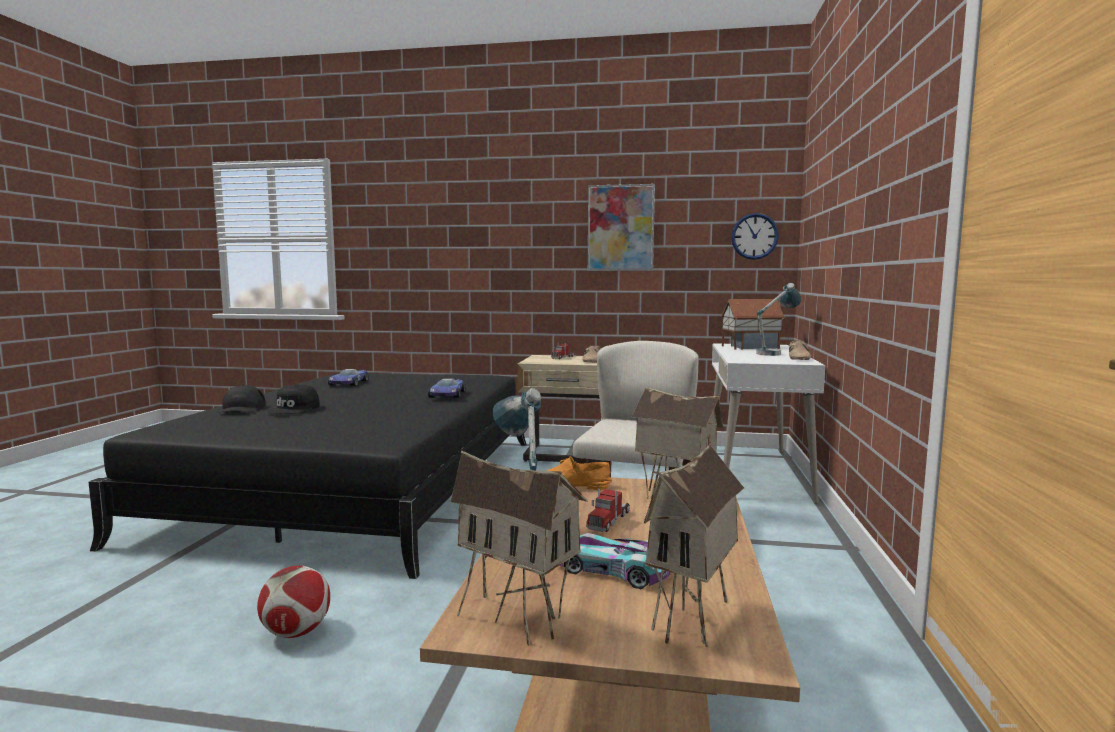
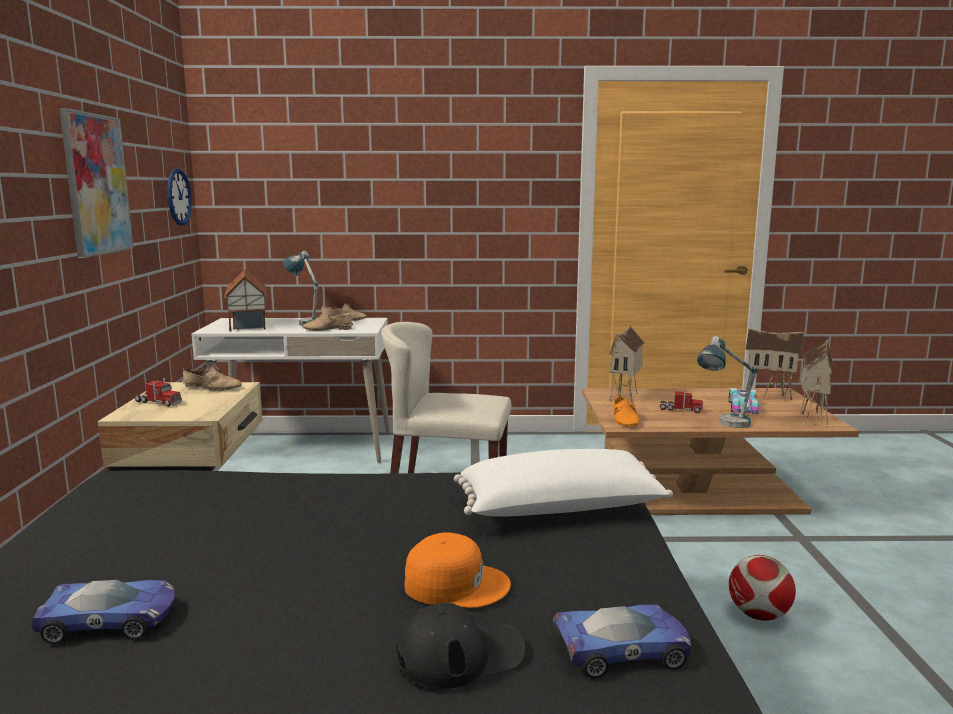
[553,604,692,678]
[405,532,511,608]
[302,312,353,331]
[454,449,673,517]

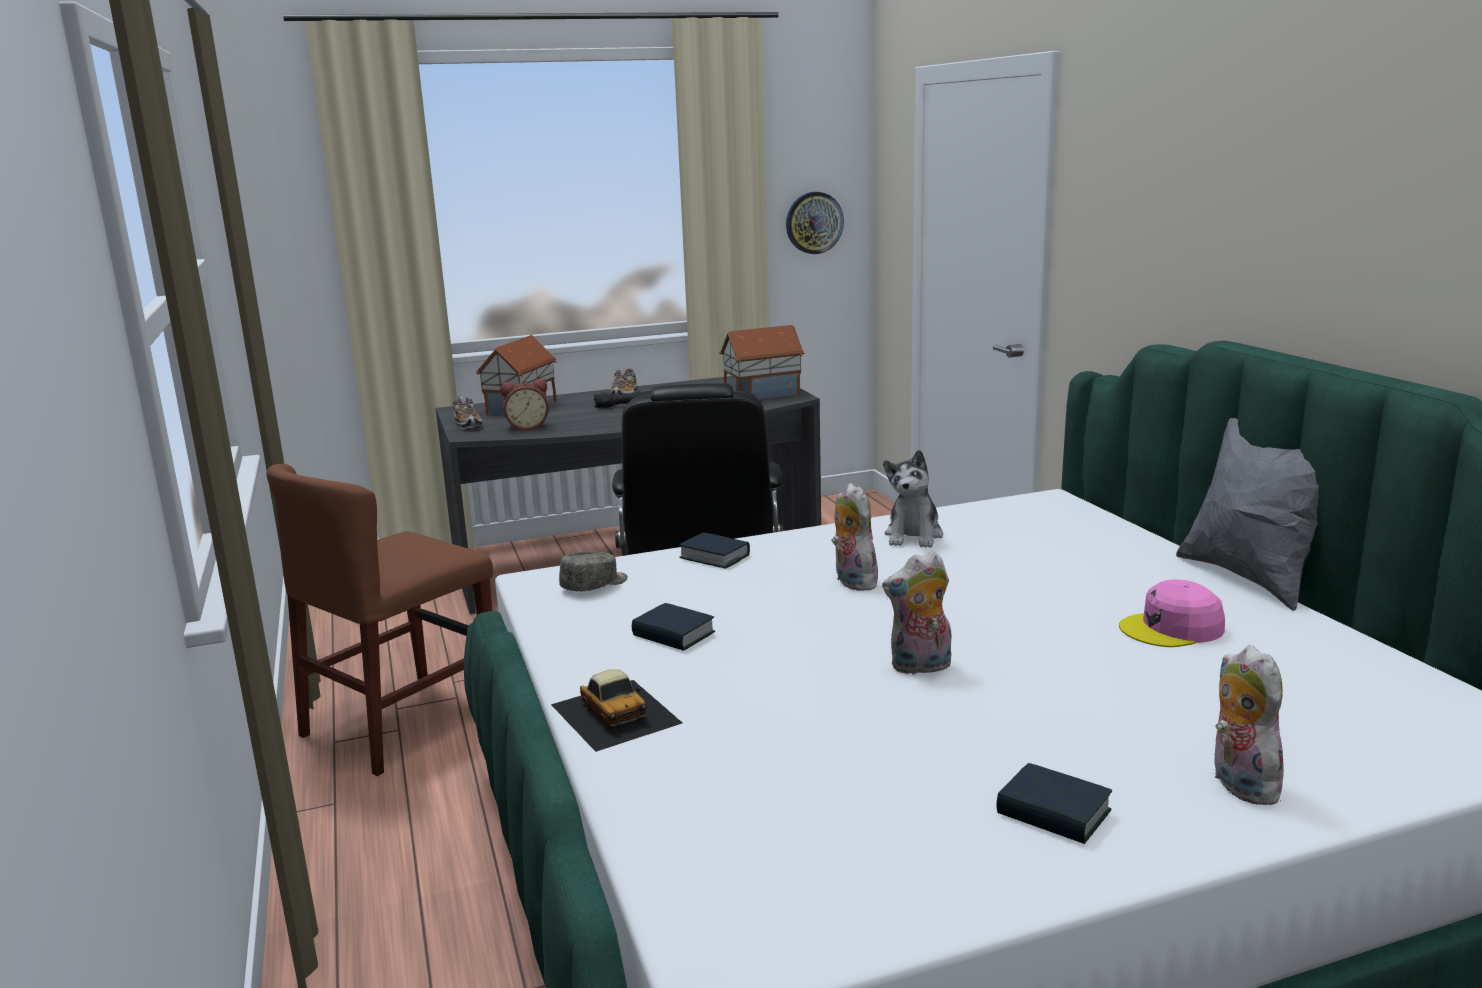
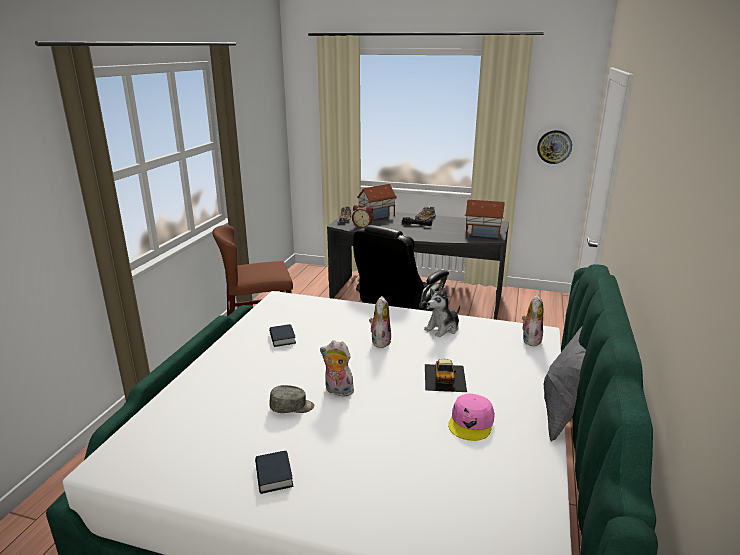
[679,532,750,569] (first image)
[270,385,314,413]
[448,394,495,441]
[522,295,544,346]
[425,359,467,392]

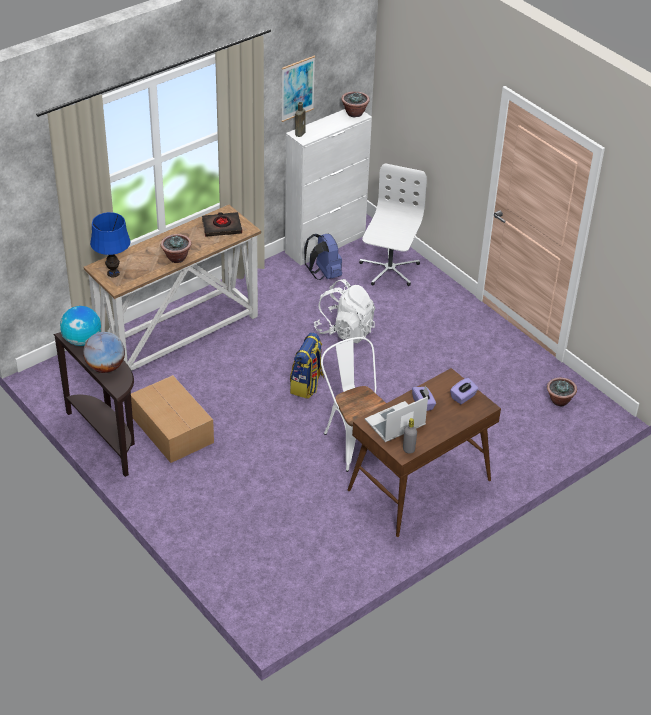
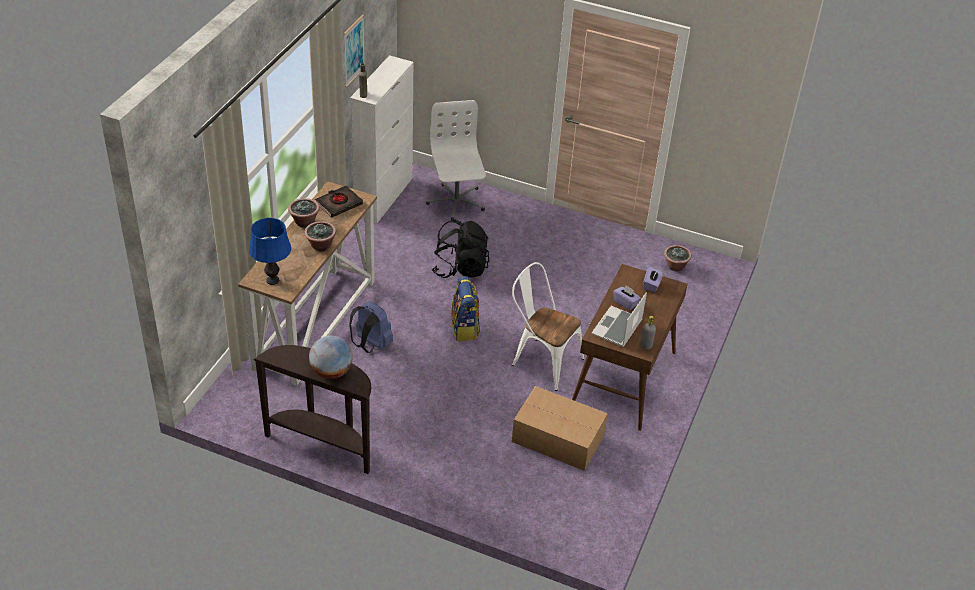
[288,198,319,228]
[349,302,393,353]
[432,219,489,278]
[60,306,101,346] (first image)
[512,386,608,471]

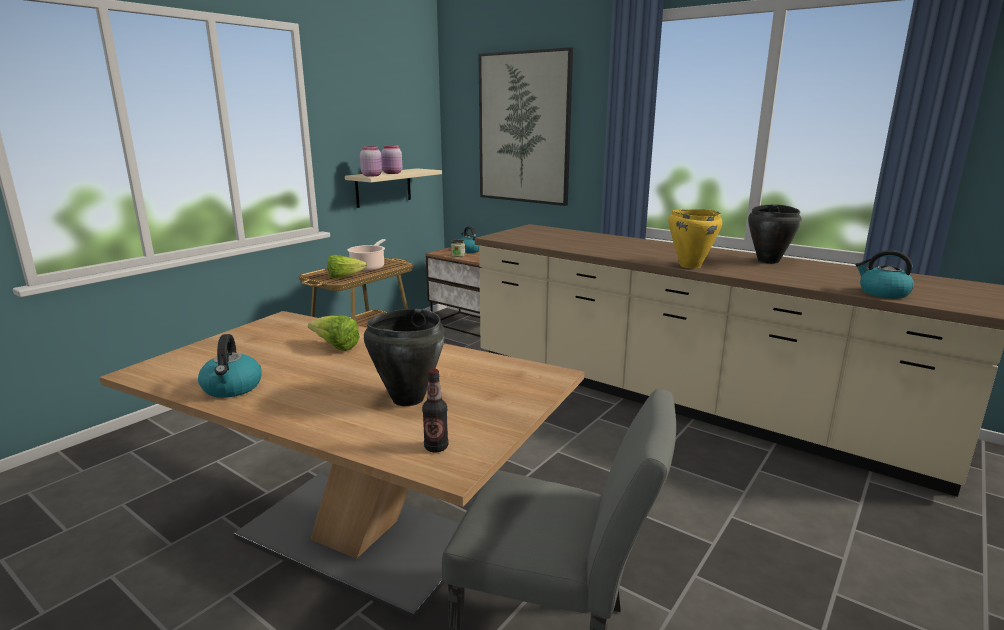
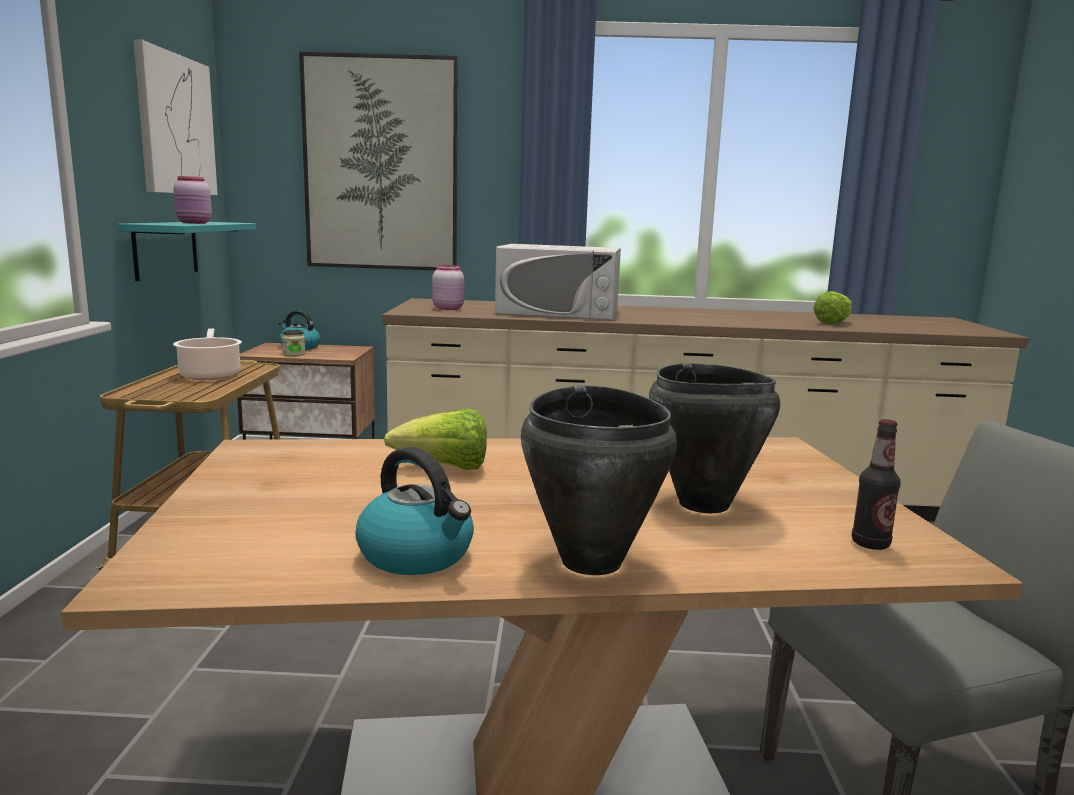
[432,265,464,310]
[118,222,256,281]
[521,385,677,575]
[668,209,722,268] (first image)
[855,250,914,299] (first image)
[813,291,852,324]
[133,39,218,195]
[495,244,621,320]

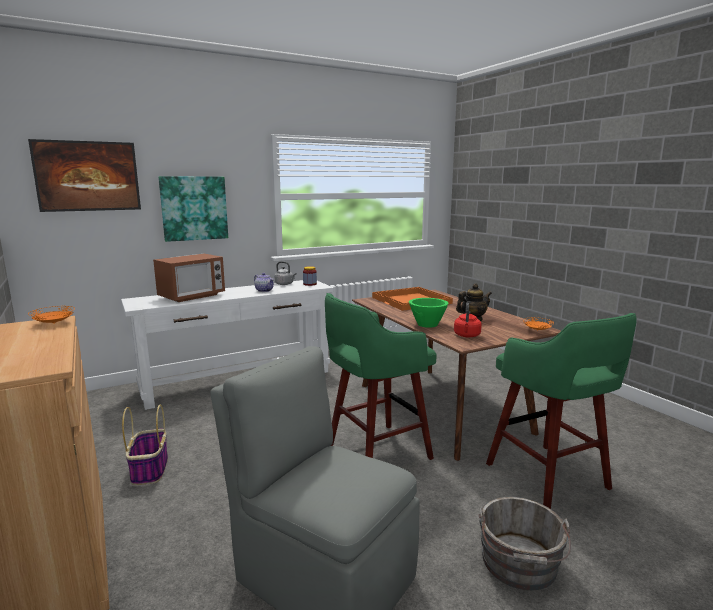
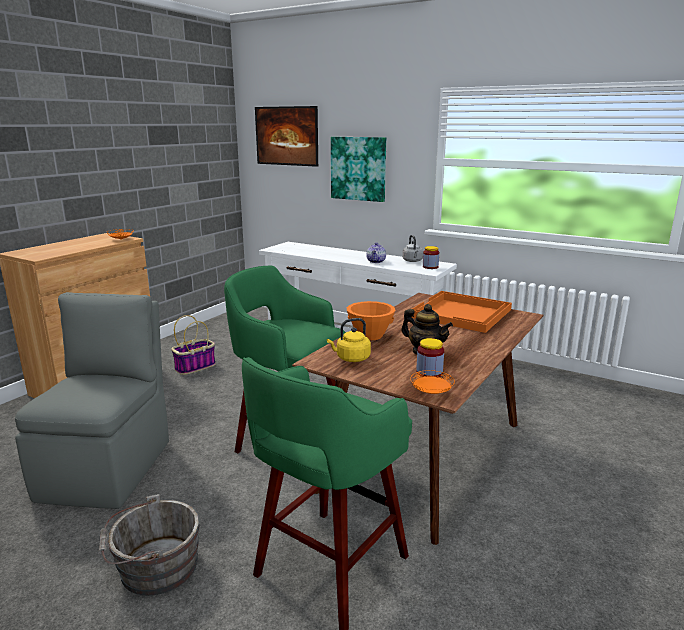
[153,254,225,302] (first image)
[347,301,395,340]
[327,318,371,362]
[416,338,444,378]

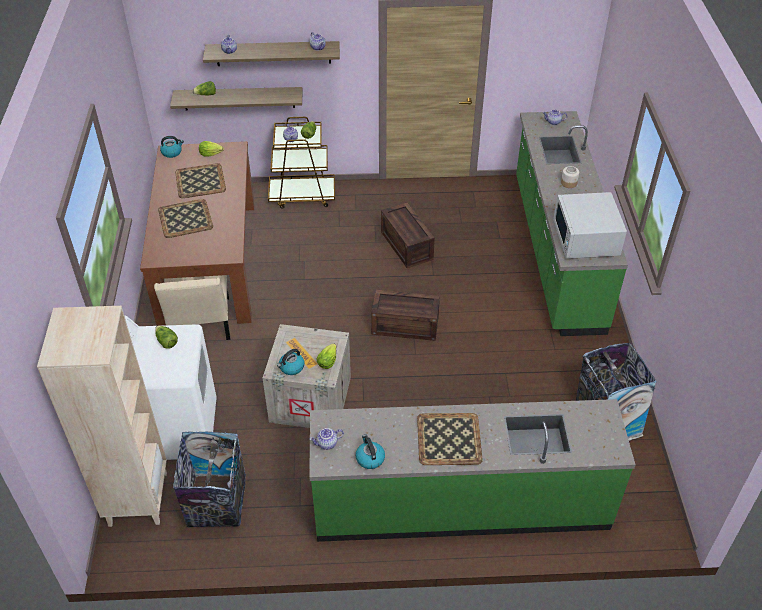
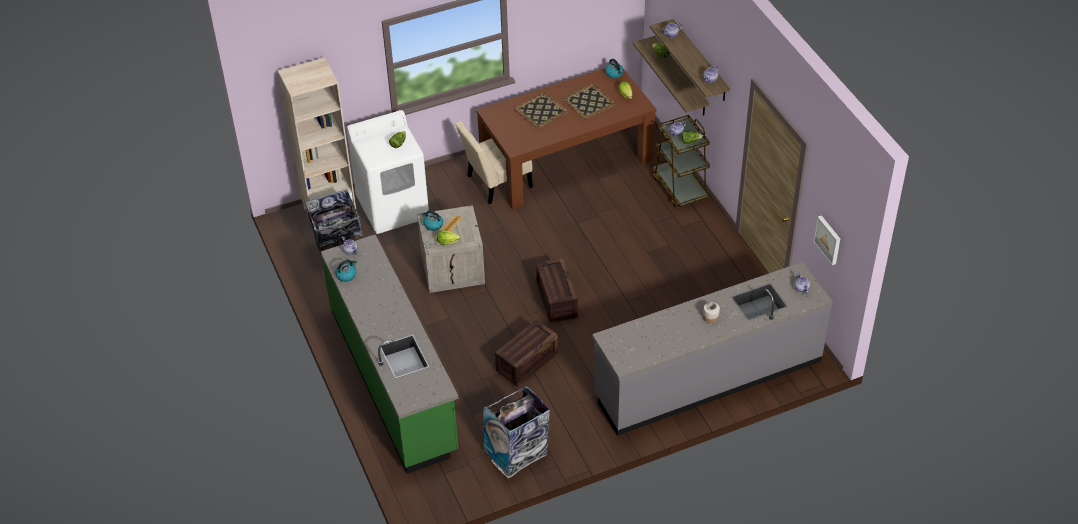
[592,262,833,436]
[553,192,627,259] (first image)
[495,320,558,387]
[417,413,483,465] (first image)
[814,215,840,265]

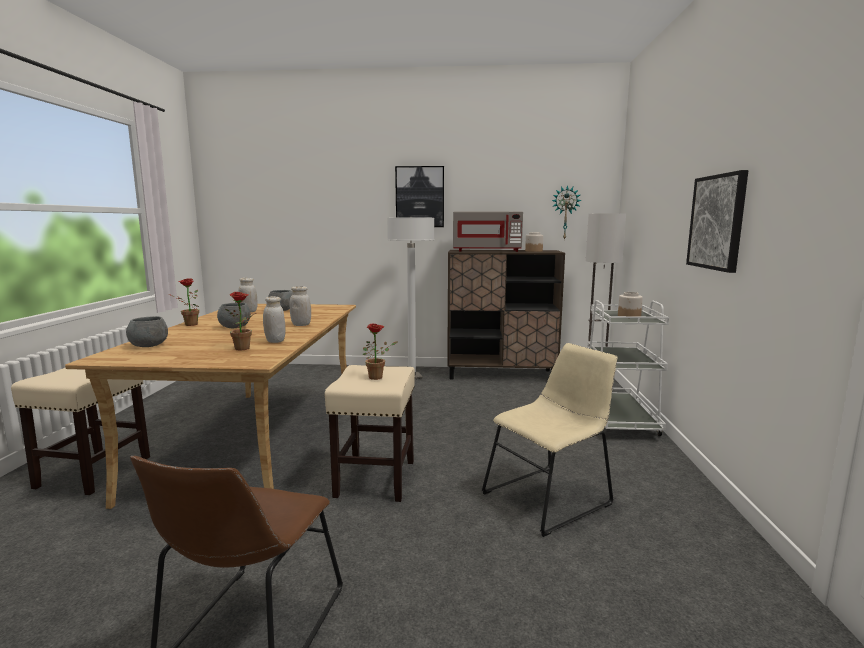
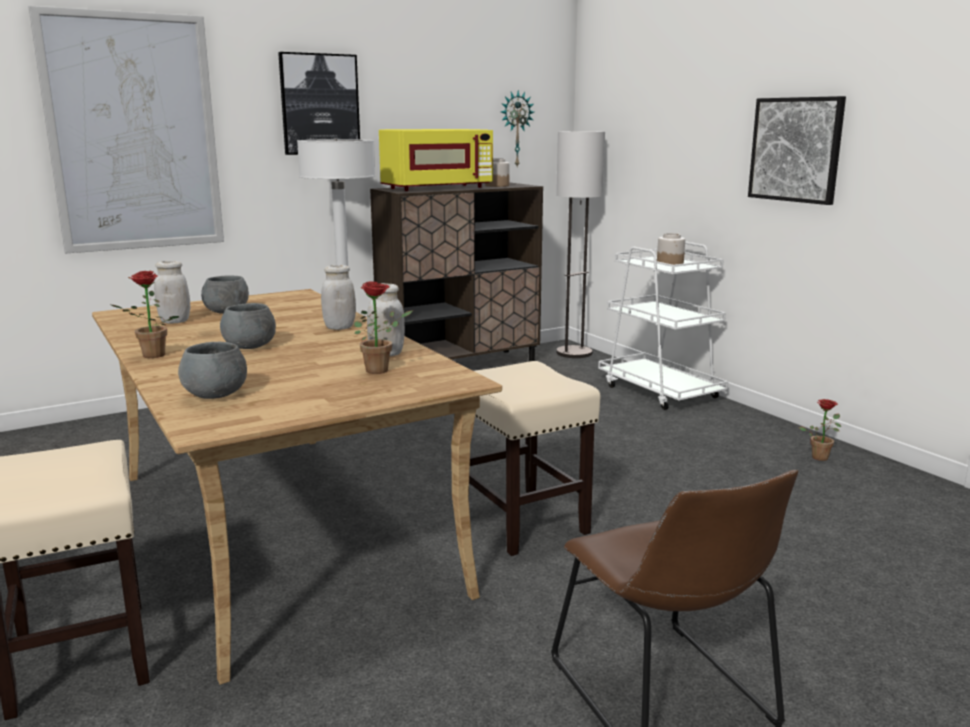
[379,129,493,191]
[799,399,841,461]
[482,343,617,537] (first image)
[29,5,224,253]

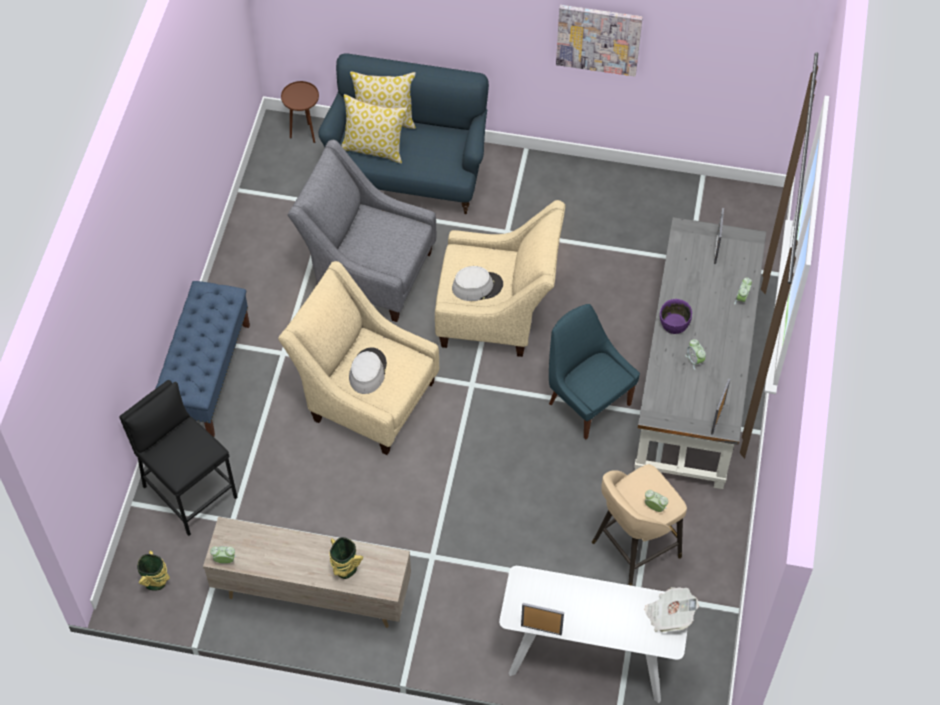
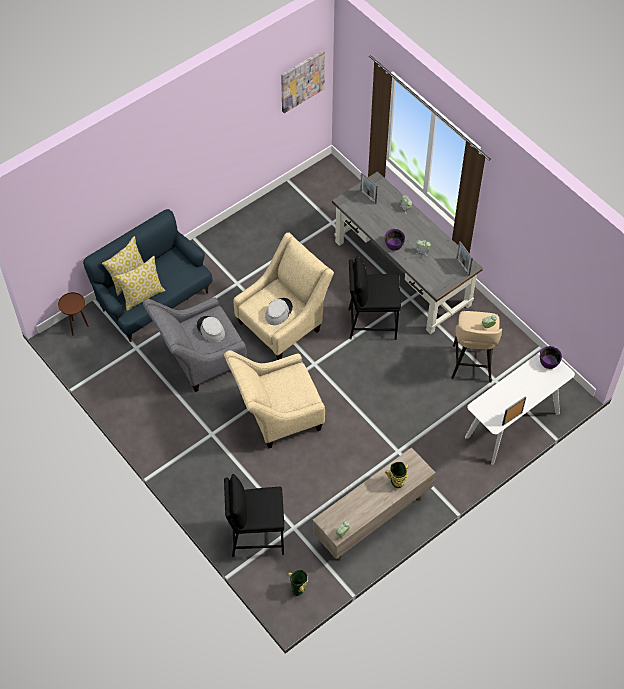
[281,50,325,113]
[155,281,250,437] (first image)
[348,256,401,340]
[197,316,225,343]
[540,346,562,369]

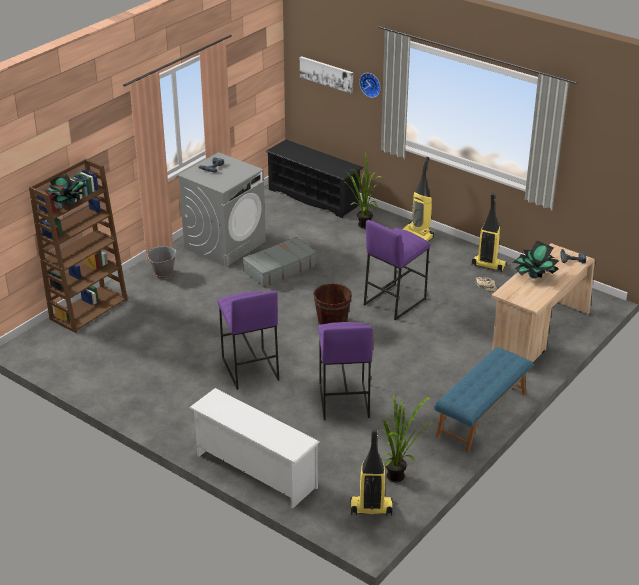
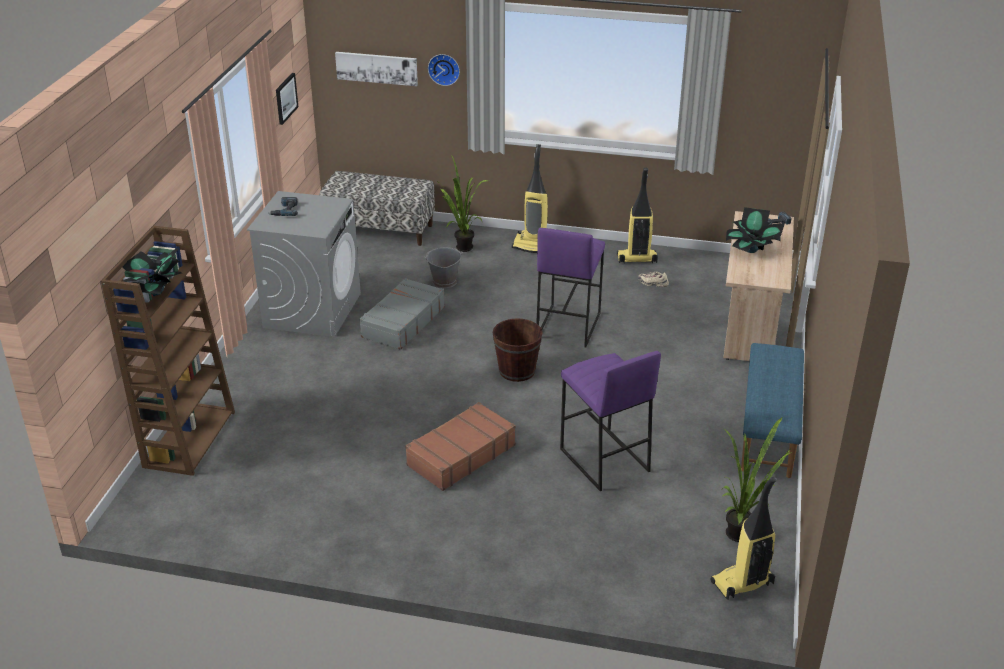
[319,171,435,246]
[425,247,463,288]
[405,402,516,491]
[189,388,320,509] (first image)
[276,73,298,125]

